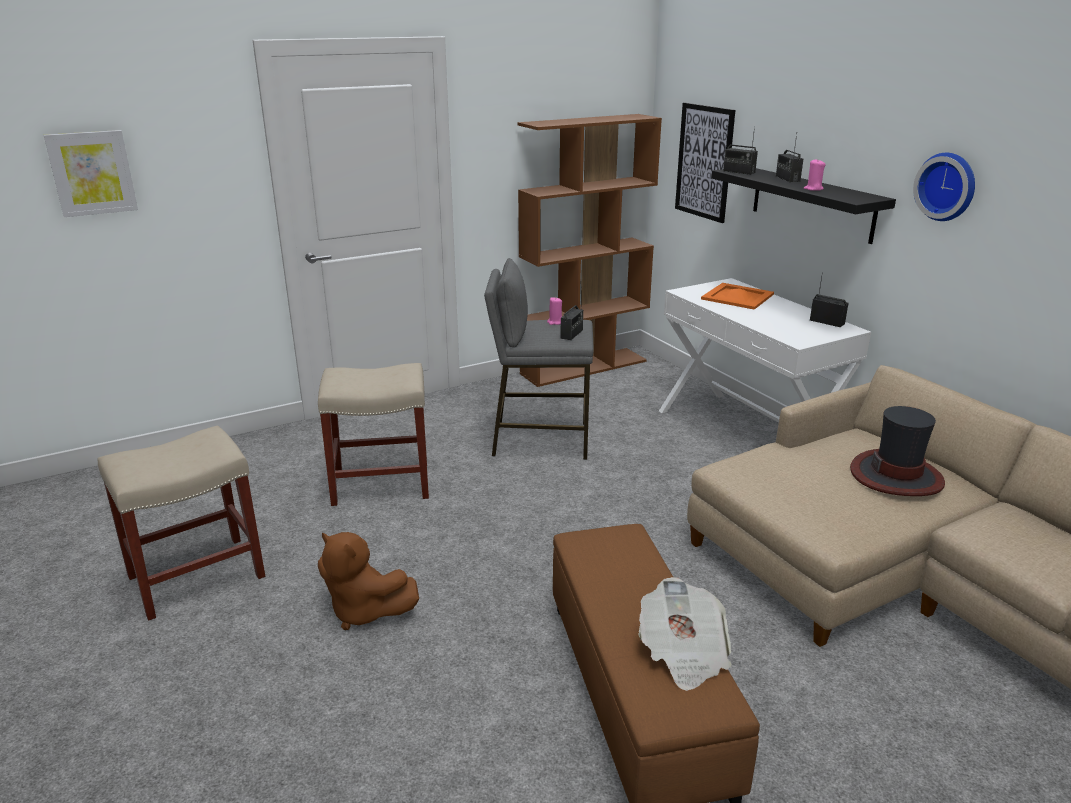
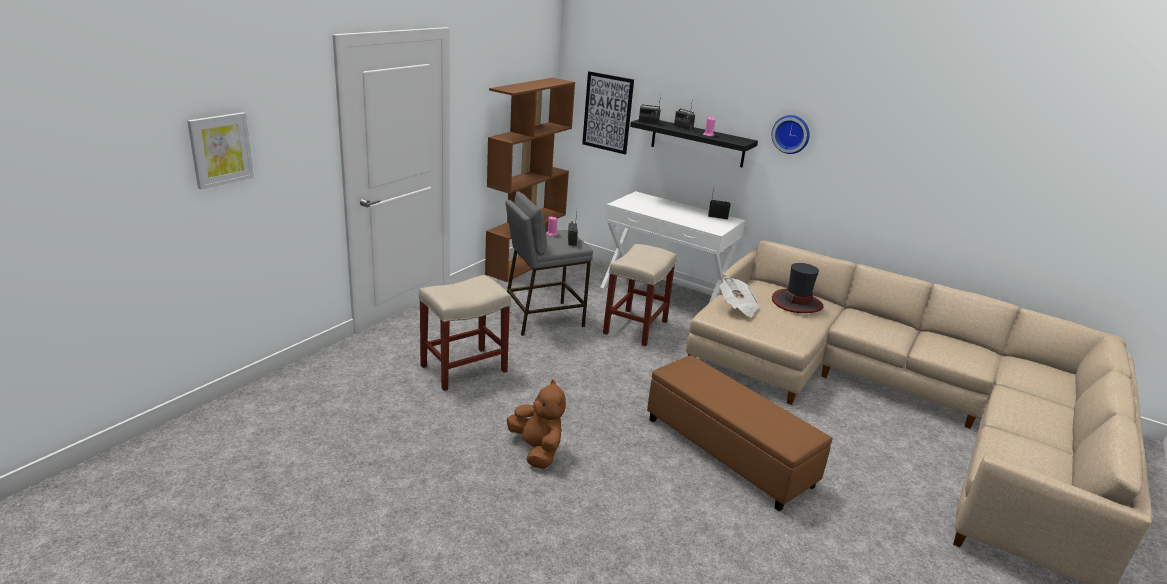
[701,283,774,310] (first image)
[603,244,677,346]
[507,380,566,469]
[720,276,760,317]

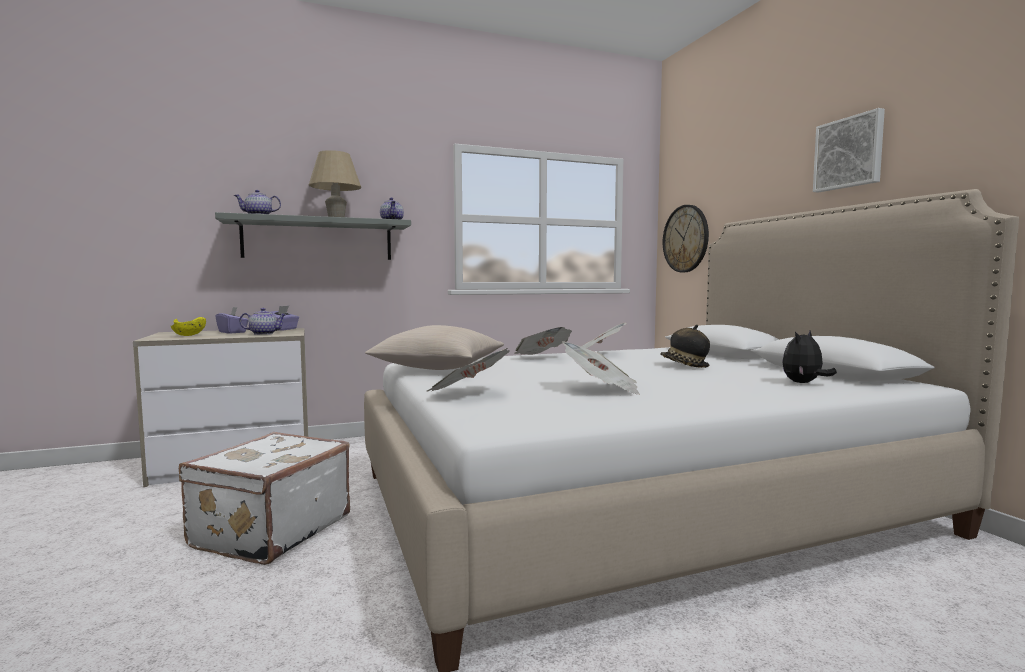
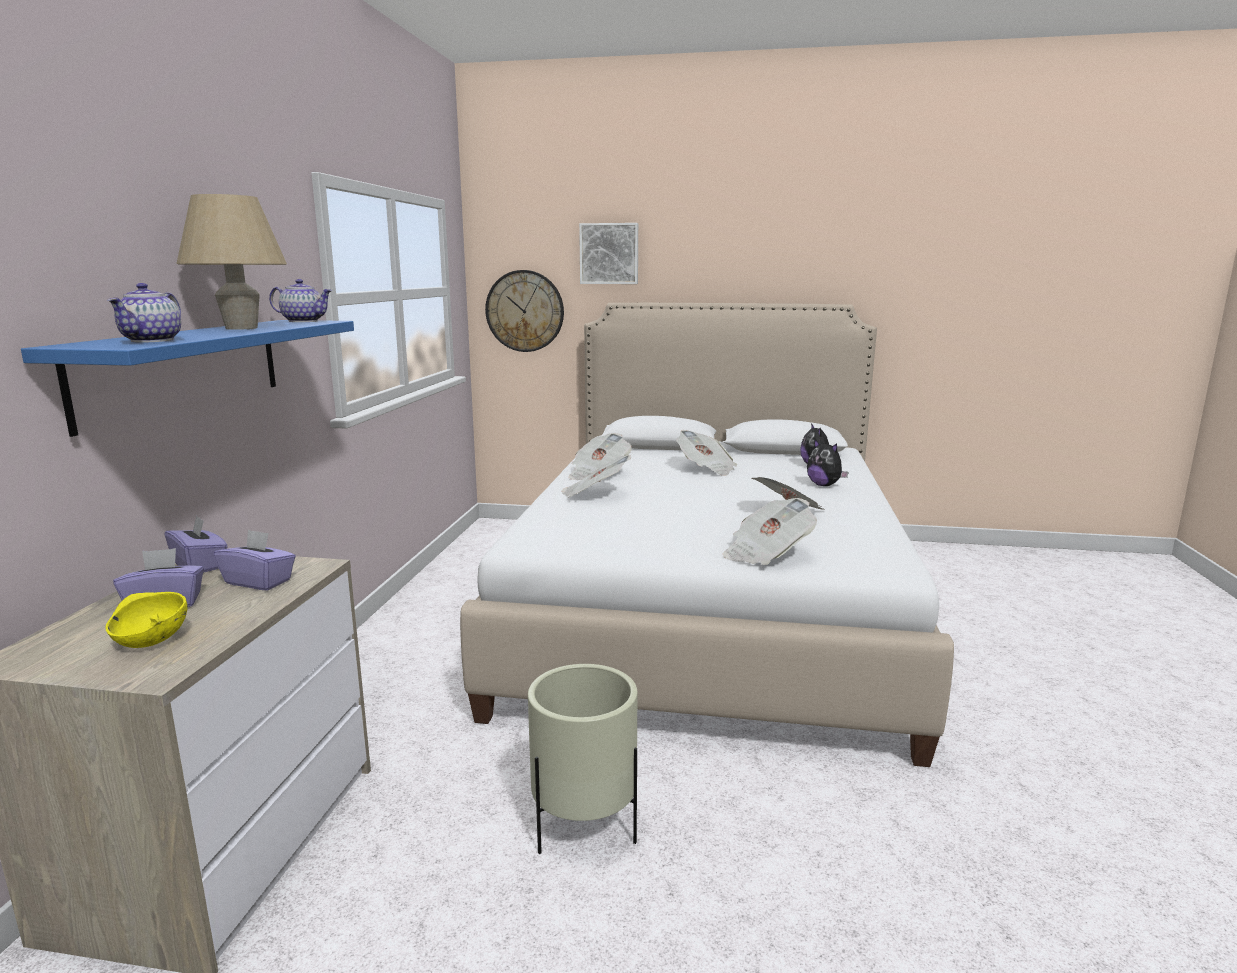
[579,223,638,284]
[21,320,354,437]
[214,529,296,591]
[365,325,504,370] (first image)
[676,430,737,476]
[528,664,637,854]
[807,439,849,486]

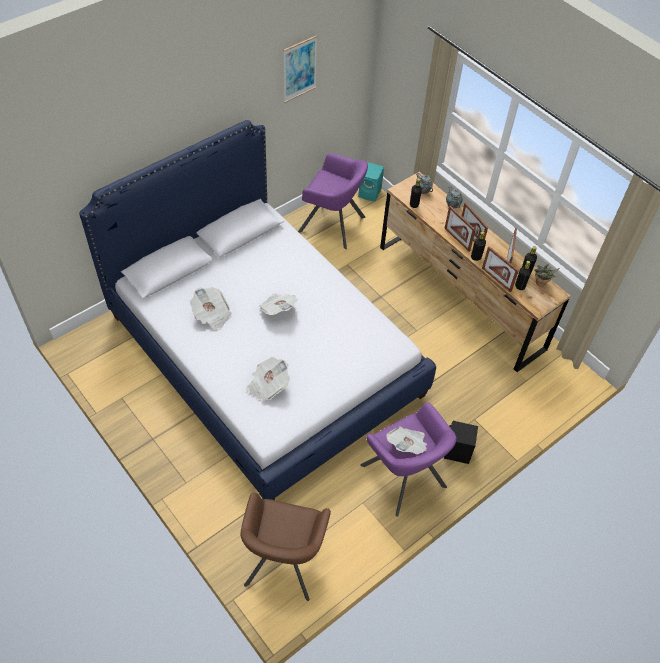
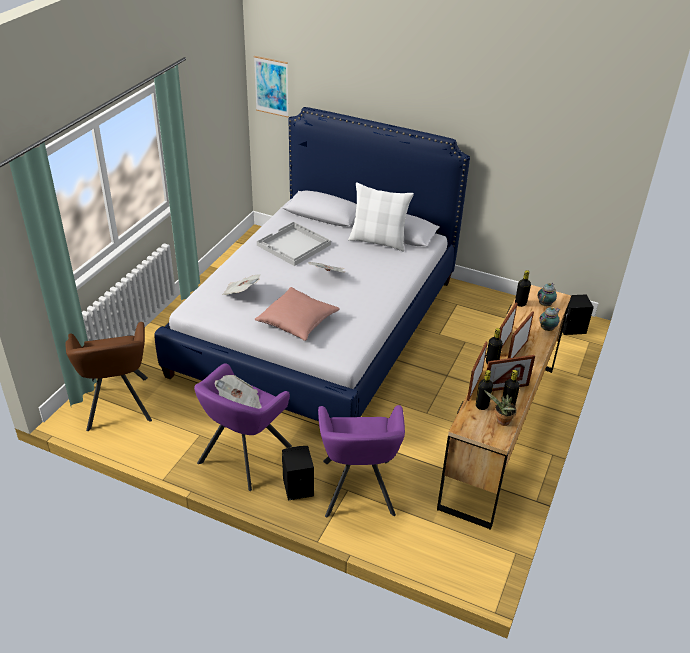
[254,56,289,117]
[318,405,405,517]
[562,294,594,335]
[257,221,331,266]
[65,322,152,431]
[348,182,414,252]
[254,287,340,341]

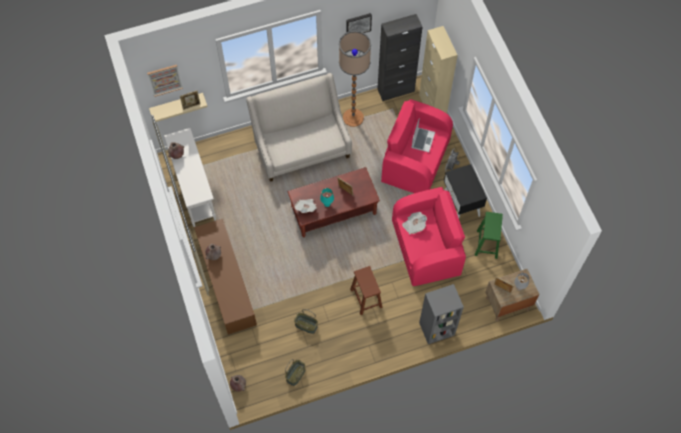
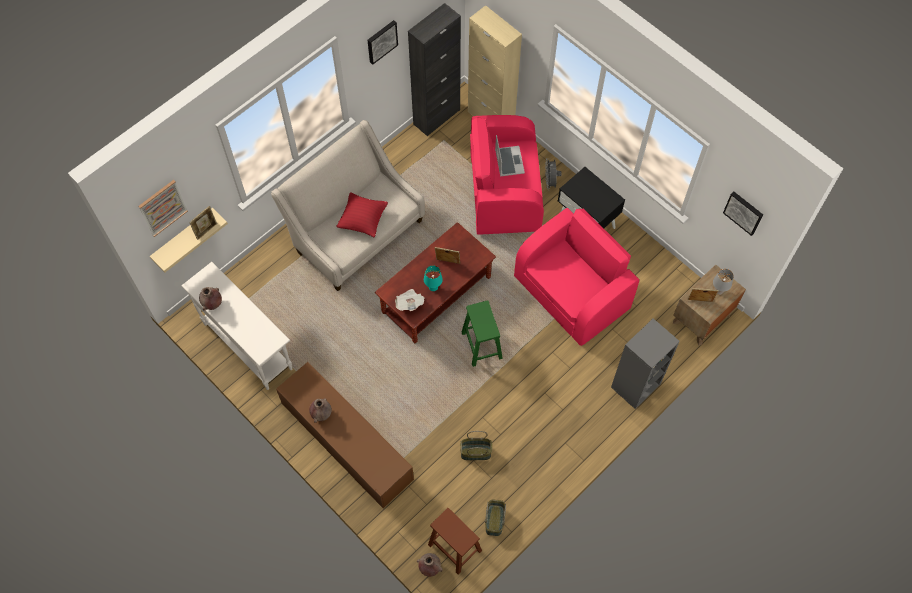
[339,31,371,127] (first image)
[402,212,427,235] (first image)
[462,300,503,367]
[428,508,482,575]
[723,191,763,236]
[336,192,388,237]

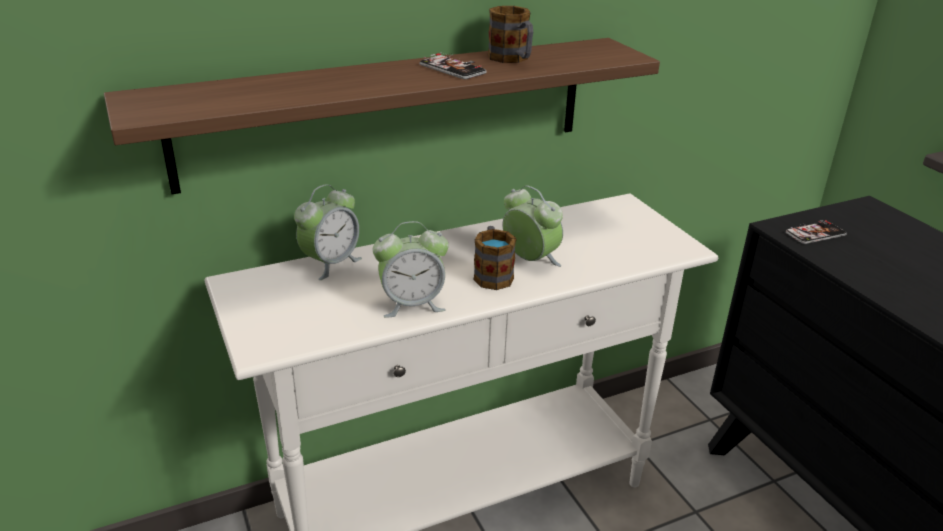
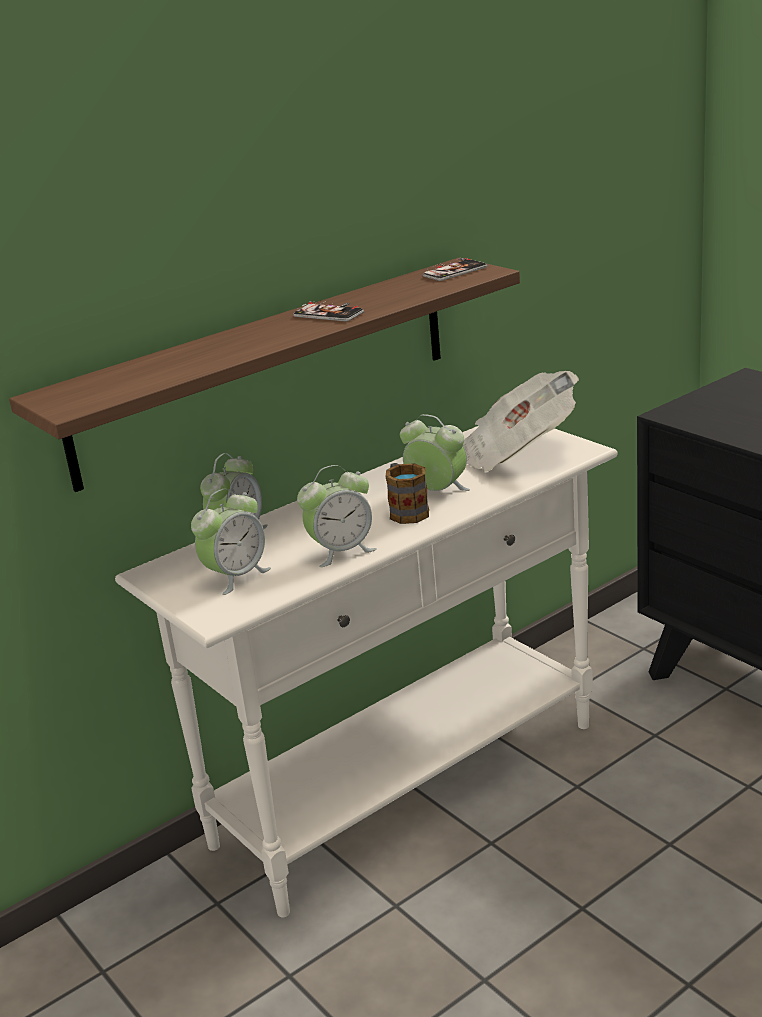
[488,6,533,63] (first image)
[423,258,487,281]
[463,371,579,472]
[191,489,271,595]

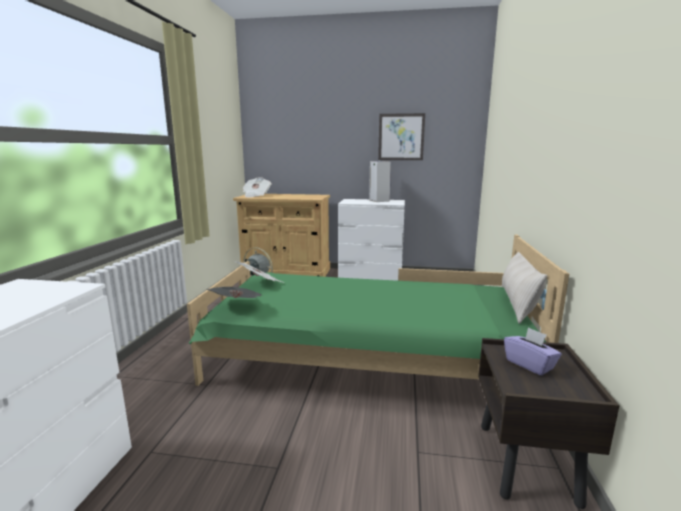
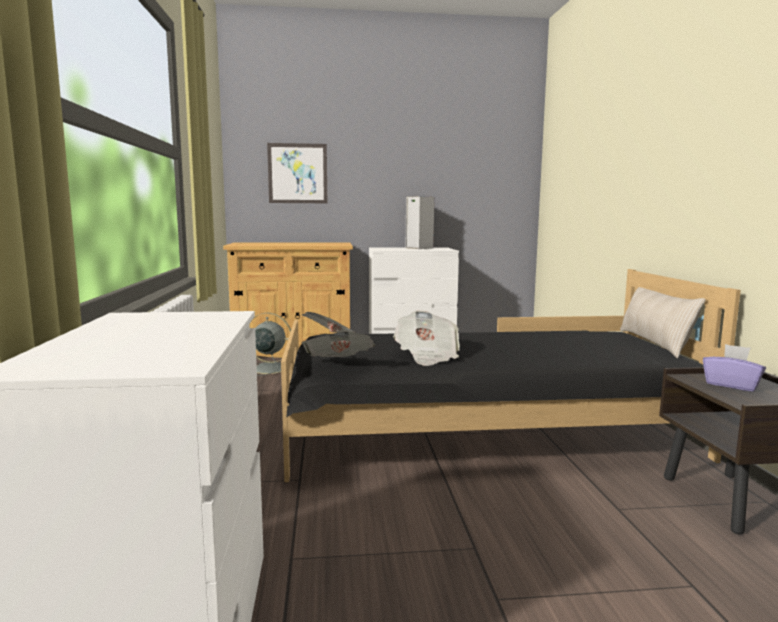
[267,143,327,203]
[393,311,460,366]
[281,269,741,482]

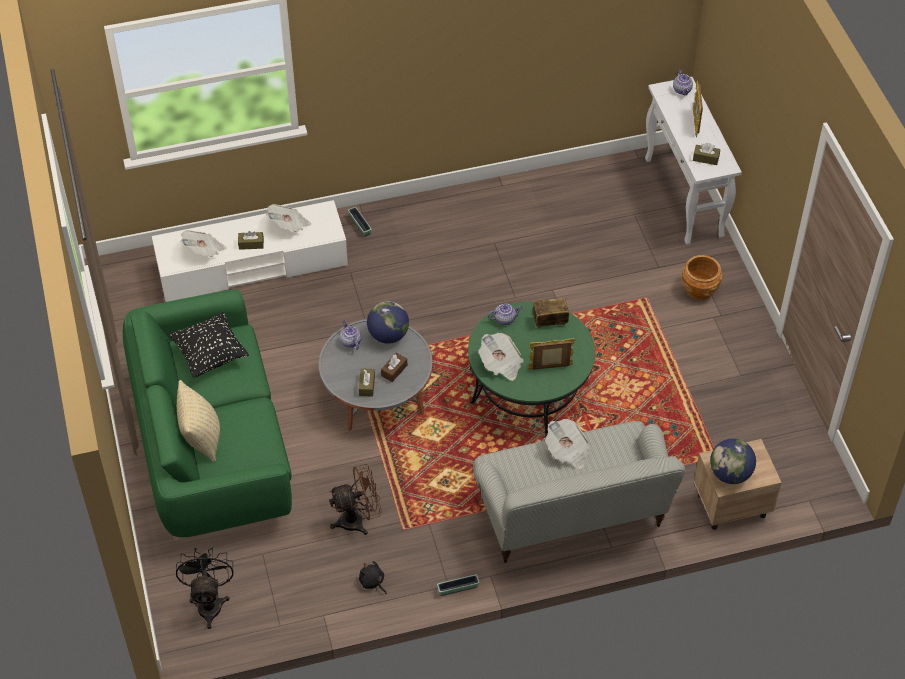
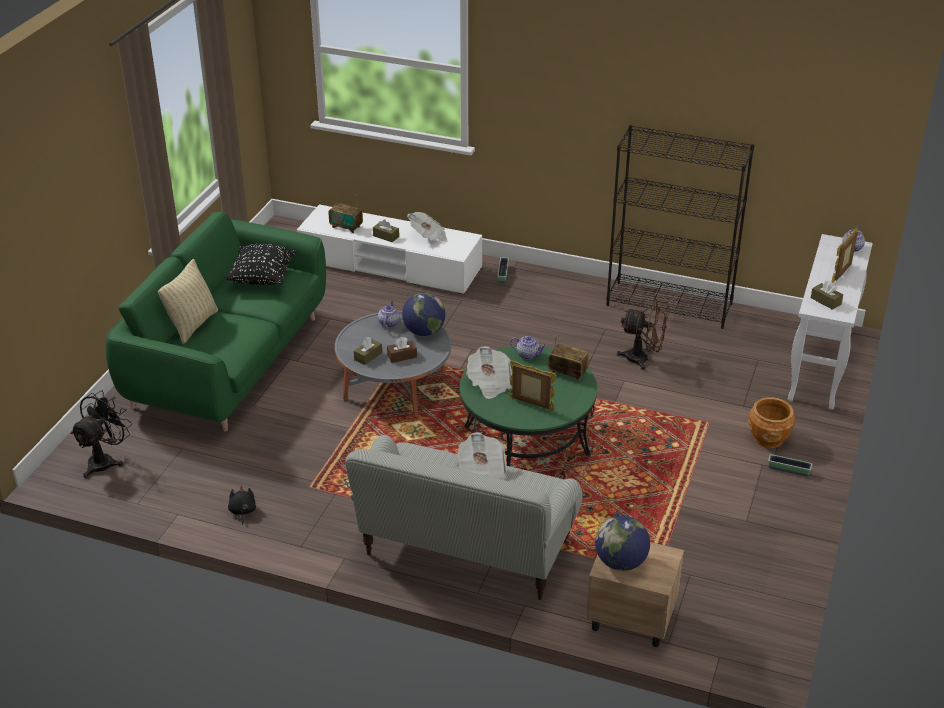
[328,194,363,233]
[617,299,669,370]
[768,454,812,476]
[606,125,754,329]

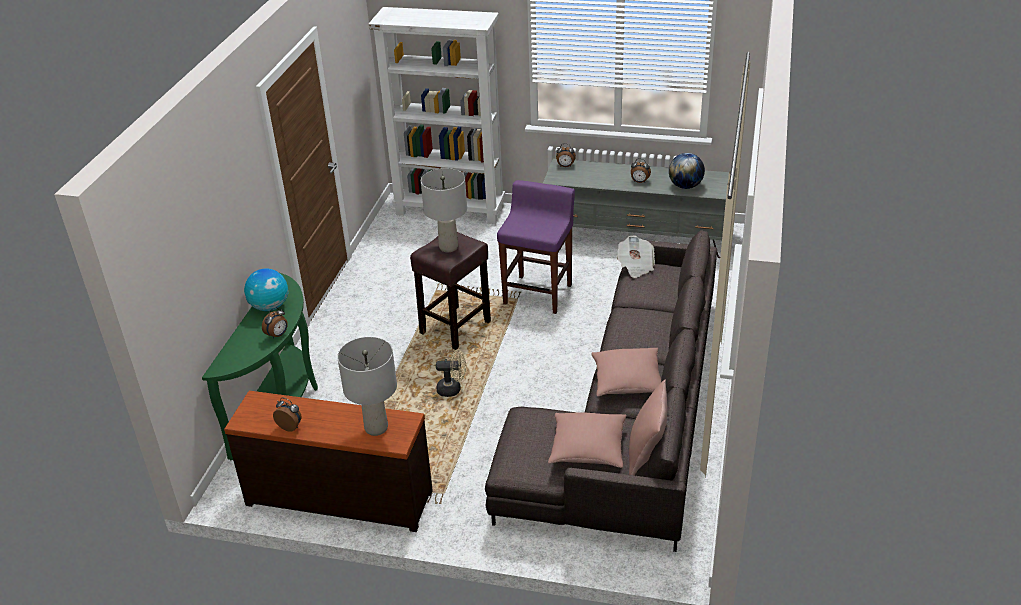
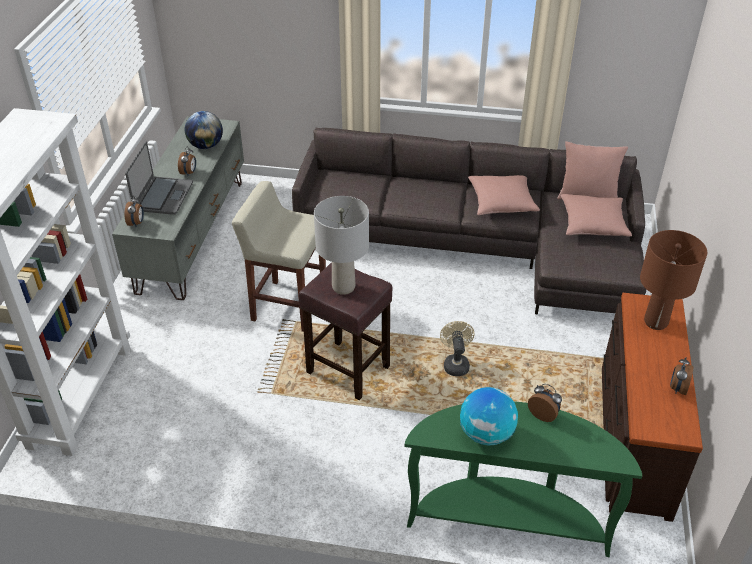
[232,181,326,332]
[617,235,655,278] (first image)
[640,230,707,330]
[125,142,193,215]

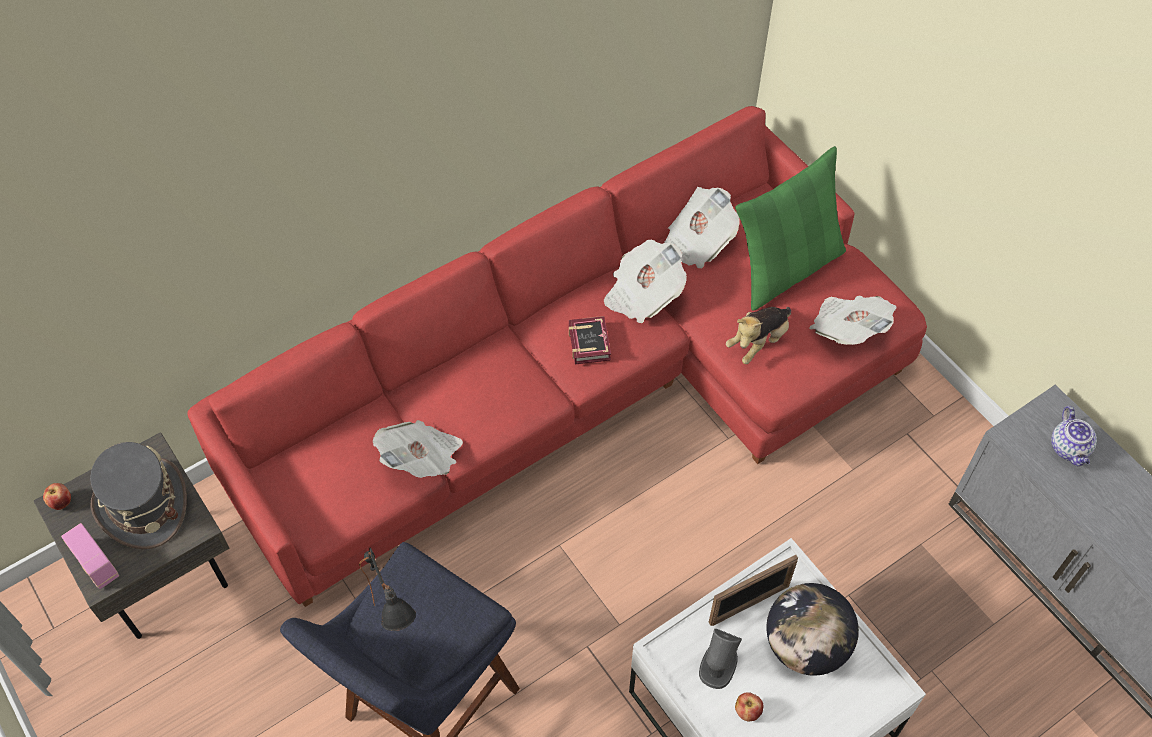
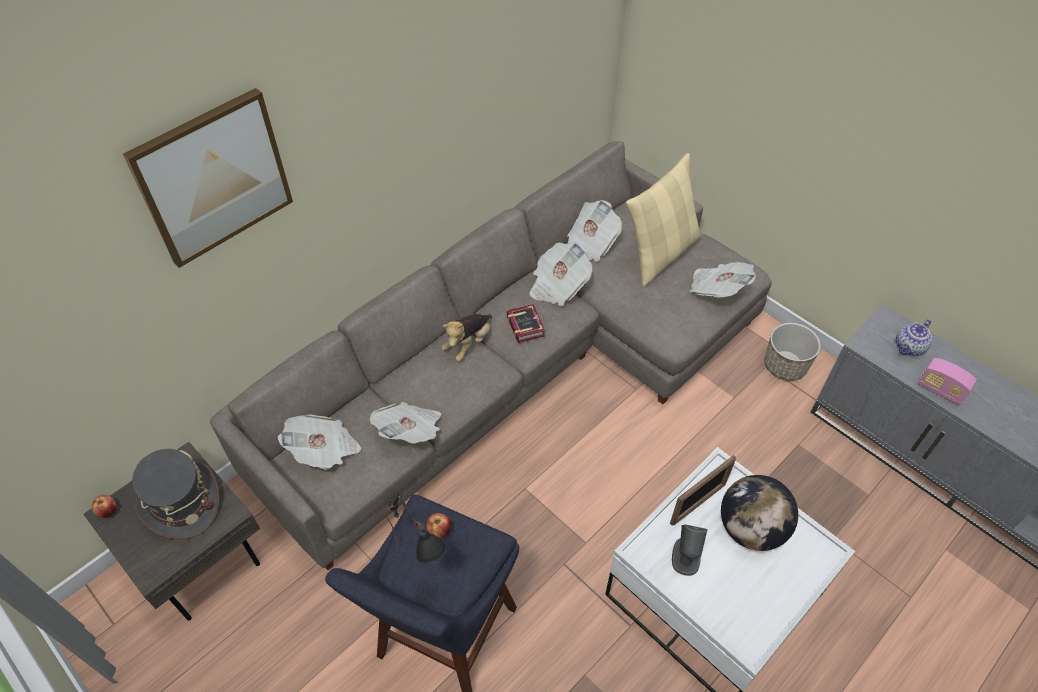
[210,141,772,570]
[626,153,701,286]
[442,314,492,361]
[896,319,932,356]
[918,358,977,406]
[426,513,451,538]
[123,88,293,268]
[764,323,821,381]
[277,414,361,470]

